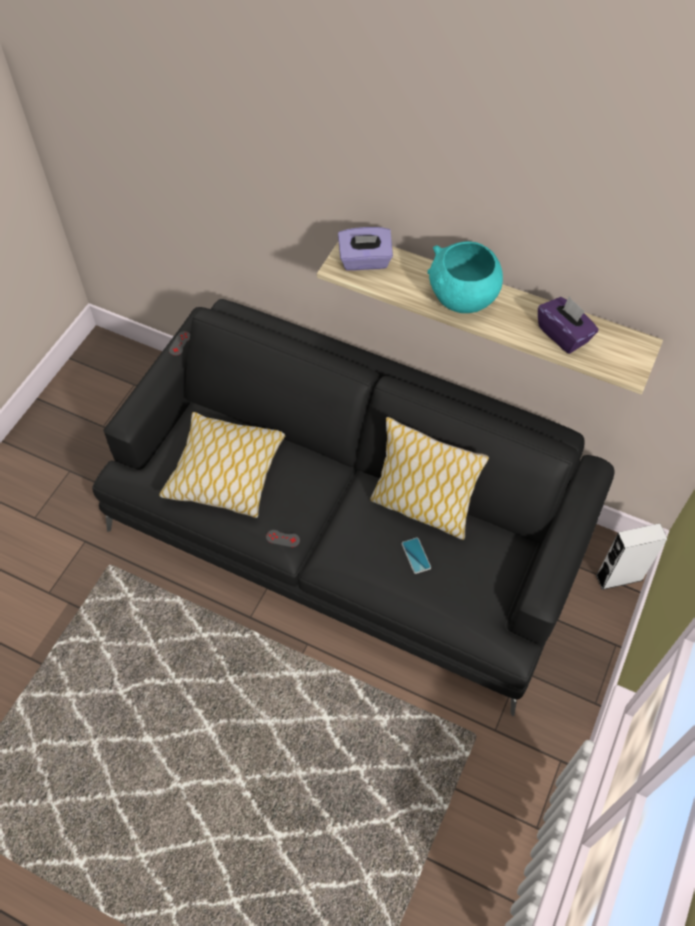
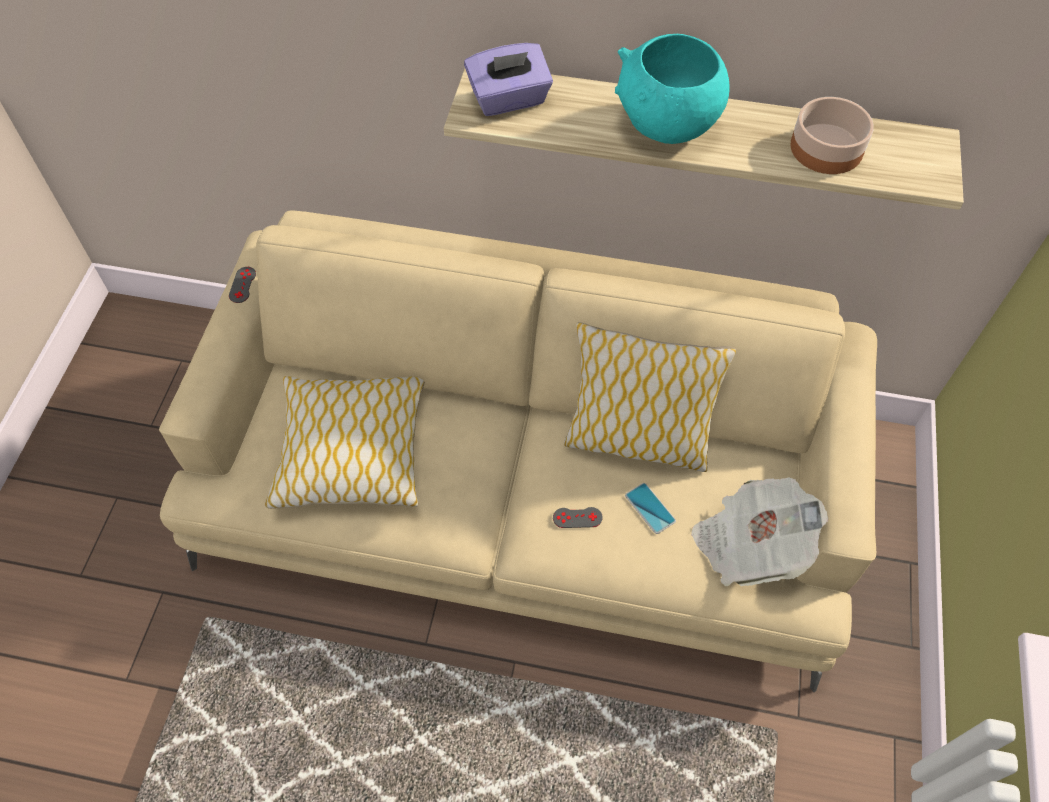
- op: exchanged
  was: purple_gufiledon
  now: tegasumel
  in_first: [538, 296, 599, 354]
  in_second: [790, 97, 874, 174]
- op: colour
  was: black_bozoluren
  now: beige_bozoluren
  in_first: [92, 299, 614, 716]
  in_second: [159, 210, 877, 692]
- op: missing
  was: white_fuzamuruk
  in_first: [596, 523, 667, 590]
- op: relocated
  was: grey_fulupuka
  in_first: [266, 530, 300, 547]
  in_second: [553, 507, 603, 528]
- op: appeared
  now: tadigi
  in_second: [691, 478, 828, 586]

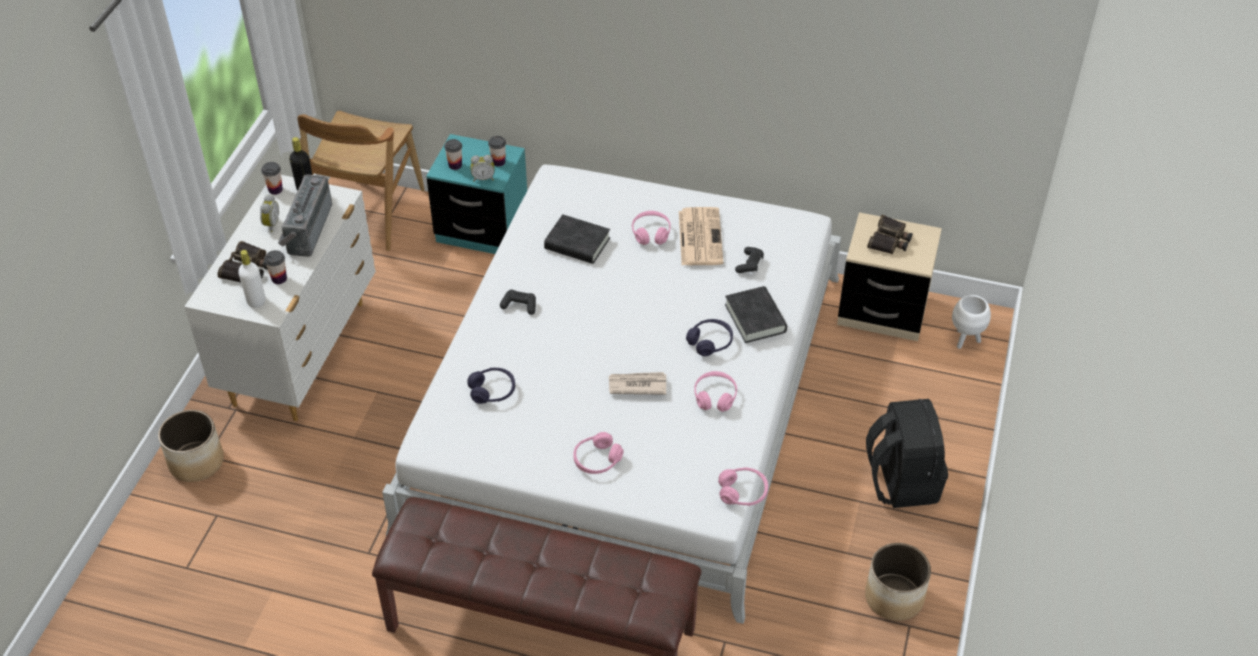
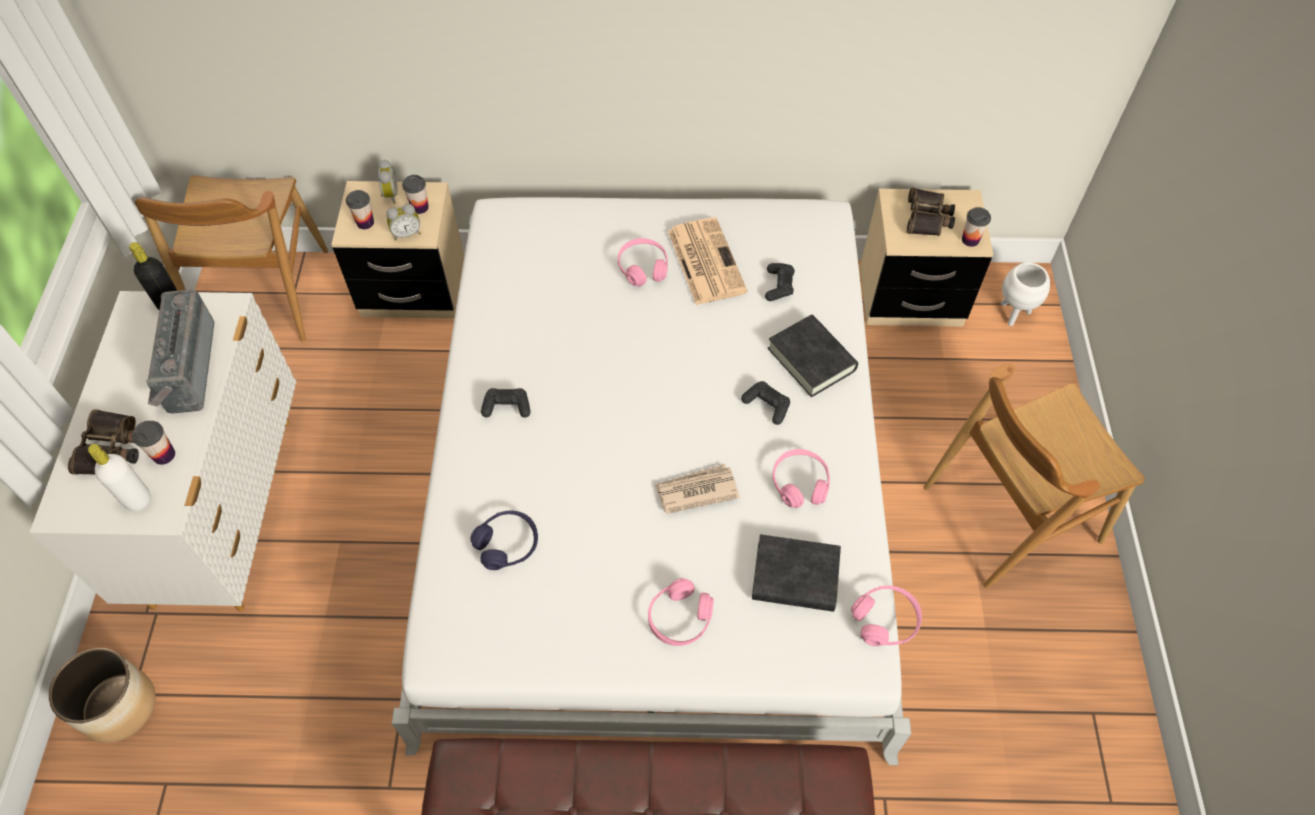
- op: colour
  was: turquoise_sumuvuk
  now: beige_sumuvuk
  in_first: [426, 134, 527, 254]
  in_second: [331, 181, 464, 319]
- op: relocated
  was: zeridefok
  in_first: [261, 162, 283, 195]
  in_second: [962, 207, 991, 247]
- op: relocated
  was: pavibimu
  in_first: [260, 194, 279, 232]
  in_second: [378, 159, 398, 204]
- op: relocated
  was: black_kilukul
  in_first: [544, 214, 610, 264]
  in_second: [752, 534, 841, 612]
- op: exchanged
  was: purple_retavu
  now: black_fulupuka
  in_first: [686, 319, 733, 356]
  in_second: [741, 381, 790, 425]
- op: exchanged
  was: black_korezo
  now: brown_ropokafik
  in_first: [866, 399, 948, 508]
  in_second: [924, 363, 1145, 588]
- op: missing
  was: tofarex
  in_first: [865, 543, 931, 621]

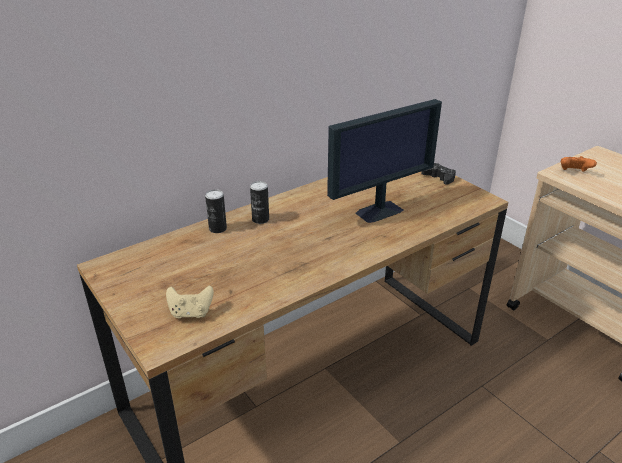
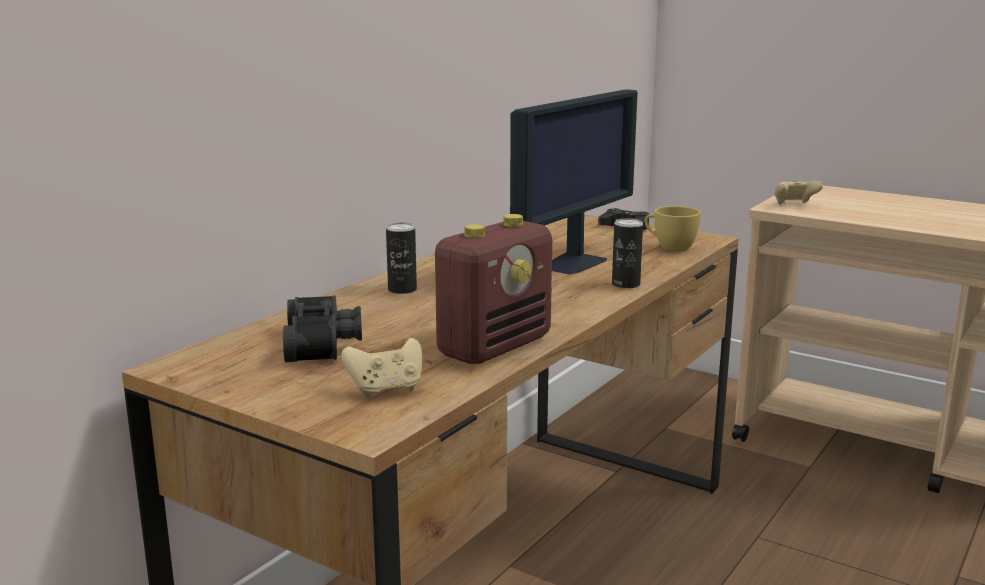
- op: colour
  was: orange_fulupuka
  now: beige_fulupuka
  in_first: [561, 156, 597, 172]
  in_second: [775, 181, 823, 204]
- op: relocated
  was: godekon
  in_first: [205, 190, 227, 233]
  in_second: [612, 218, 643, 289]
- op: appeared
  now: yellow_zeridefok
  in_second: [645, 206, 701, 252]
- op: appeared
  now: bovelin
  in_second: [435, 214, 552, 364]
- op: appeared
  now: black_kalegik
  in_second: [283, 295, 362, 362]

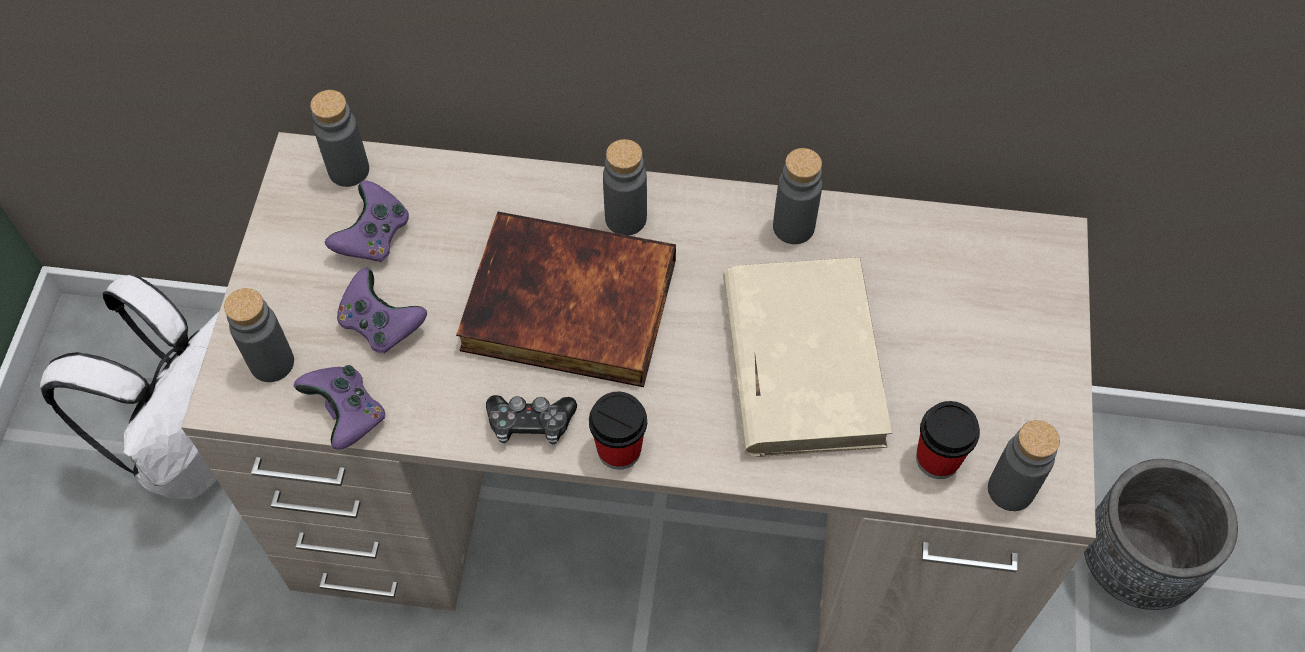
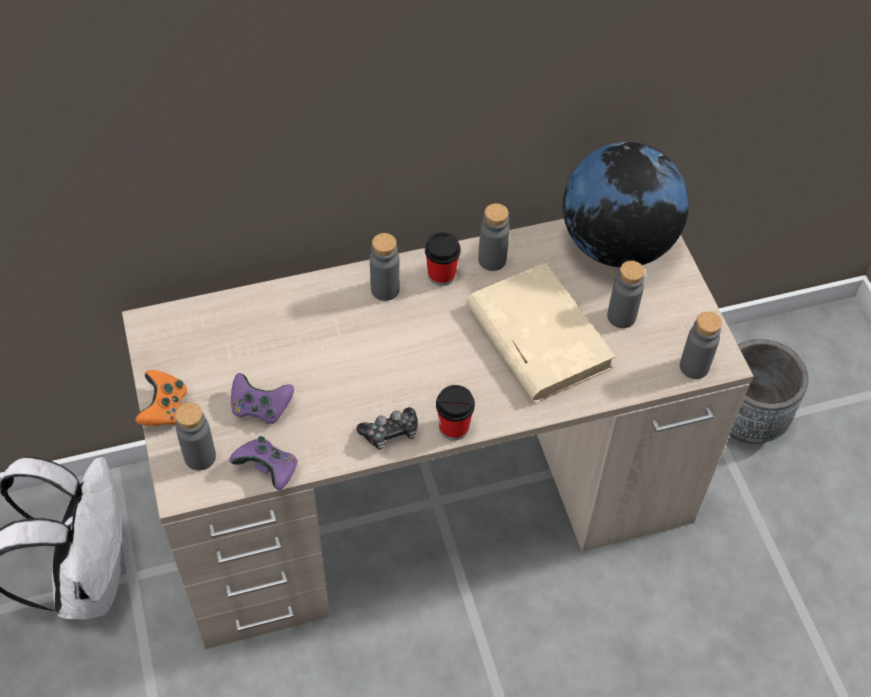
- op: relocated
  was: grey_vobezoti
  in_first: [310, 90, 369, 187]
  in_second: [607, 261, 645, 328]
- op: missing
  was: purple_fulupuka
  in_first: [325, 180, 409, 262]
- op: missing
  was: kilukul
  in_first: [456, 211, 676, 387]
- op: relocated
  was: zeridefok
  in_first: [916, 401, 980, 479]
  in_second: [425, 232, 460, 286]
- op: appeared
  now: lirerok
  in_second: [563, 142, 689, 267]
- op: appeared
  now: orange_fulupuka
  in_second: [135, 370, 187, 426]

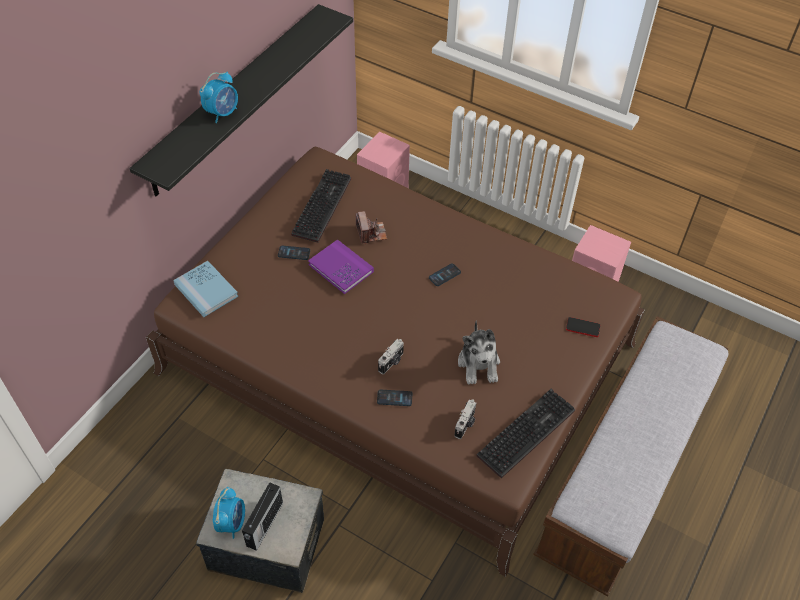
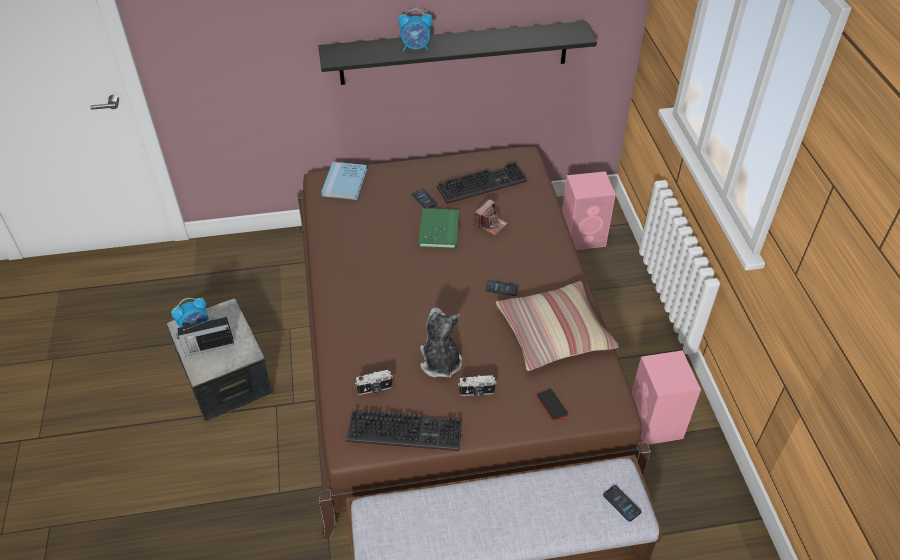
- op: colour
  was: purple_kilukul
  now: green_kilukul
  in_first: [308, 239, 374, 294]
  in_second: [418, 208, 459, 249]
- op: spun
  was: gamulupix
  in_first: [458, 320, 500, 384]
  in_second: [420, 308, 462, 378]
  clockwise: 120
- op: relocated
  was: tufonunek
  in_first: [378, 339, 404, 374]
  in_second: [458, 375, 496, 396]
- op: relocated
  was: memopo
  in_first: [377, 389, 412, 406]
  in_second: [603, 485, 642, 522]
- op: appeared
  now: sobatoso
  in_second: [496, 281, 619, 371]

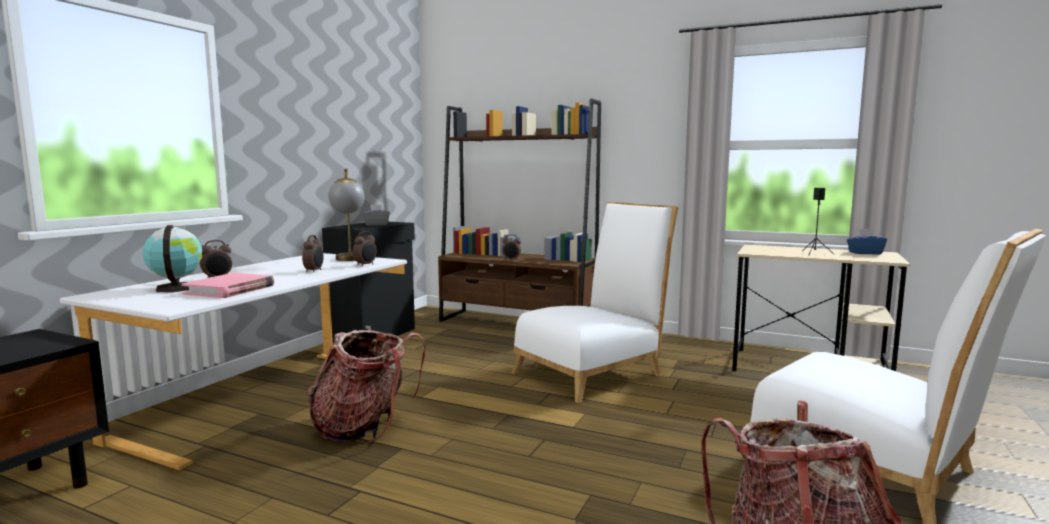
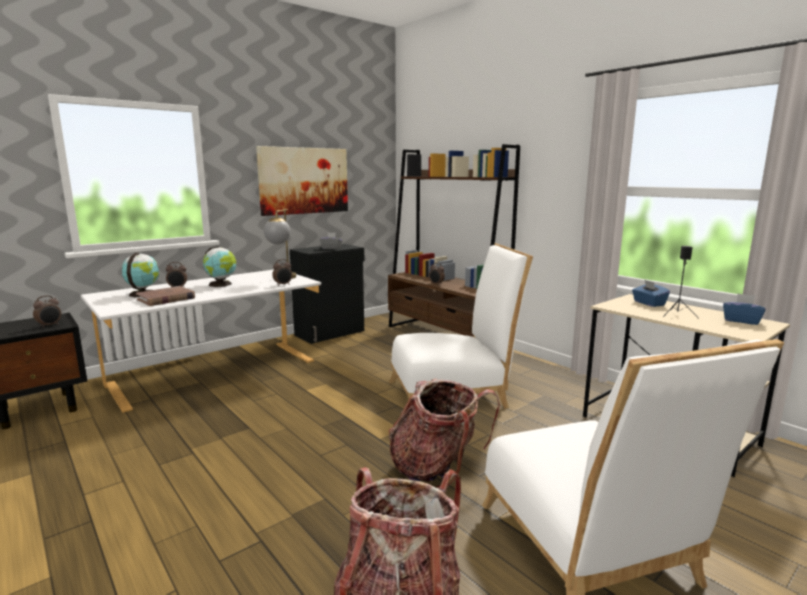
- op: relocated
  was: pavibimu
  in_first: [302, 235, 324, 273]
  in_second: [33, 295, 61, 328]
- op: colour
  was: pink_kilukul
  now: brown_kilukul
  in_first: [181, 273, 274, 298]
  in_second: [136, 286, 195, 306]
- op: relocated
  was: korezo
  in_first: [307, 330, 426, 442]
  in_second: [389, 378, 500, 488]
- op: appeared
  now: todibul
  in_second: [256, 146, 348, 216]
- op: appeared
  now: lirerok
  in_second: [203, 246, 236, 287]
- op: appeared
  now: blue_gufiledon
  in_second: [632, 279, 670, 307]

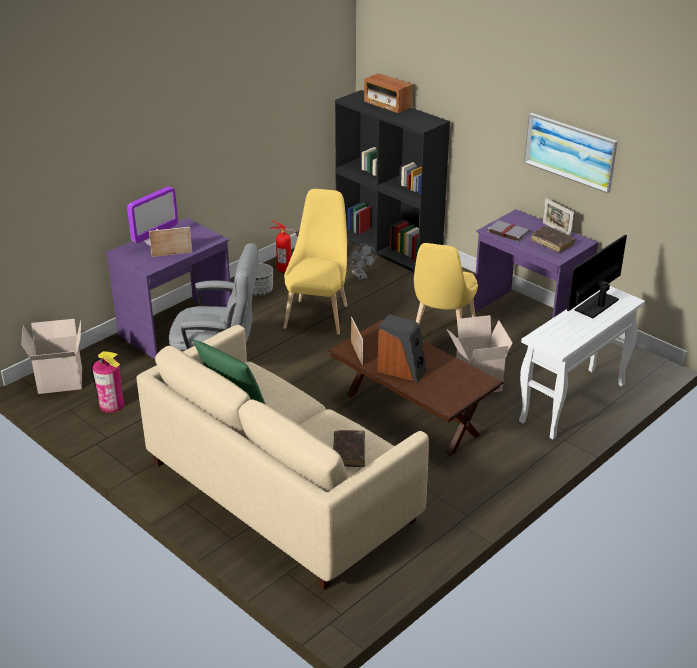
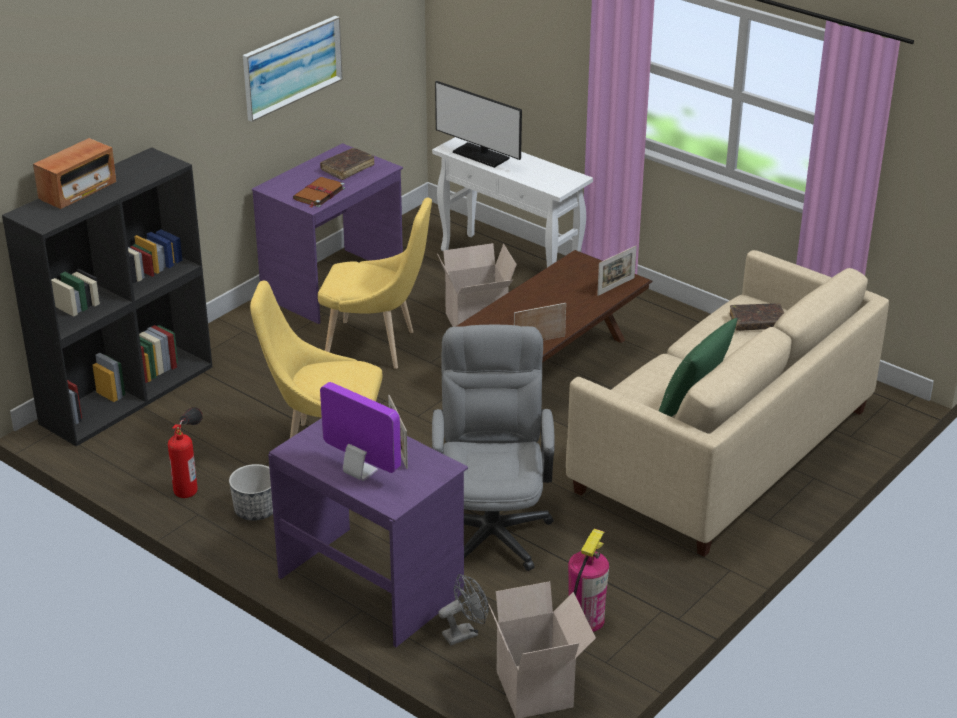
- op: relocated
  was: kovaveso
  in_first: [543, 198, 574, 237]
  in_second: [597, 246, 637, 296]
- op: colour
  was: grey_kilukul
  now: brown_kilukul
  in_first: [487, 220, 530, 242]
  in_second: [293, 177, 345, 208]
- op: relocated
  was: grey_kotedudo
  in_first: [349, 244, 376, 280]
  in_second: [438, 574, 489, 645]
- op: missing
  was: fuzamuruk
  in_first: [377, 314, 427, 383]

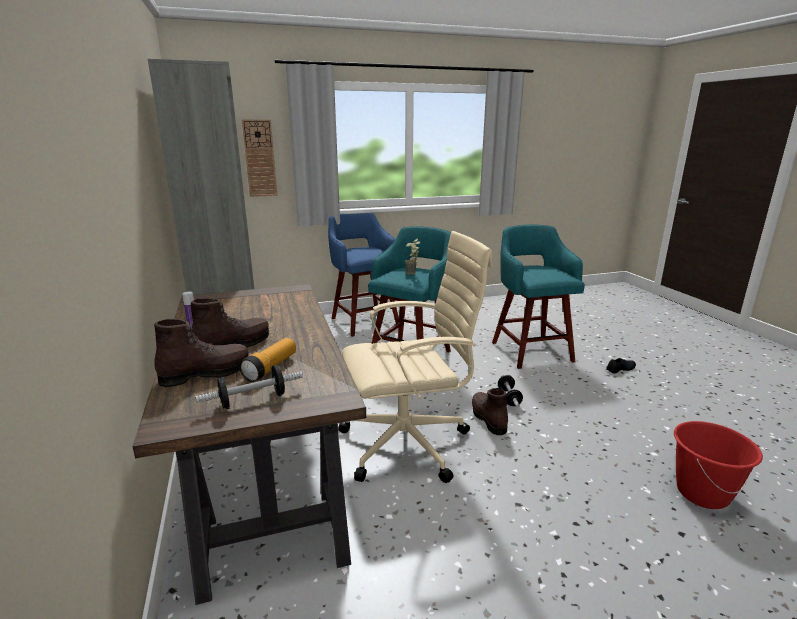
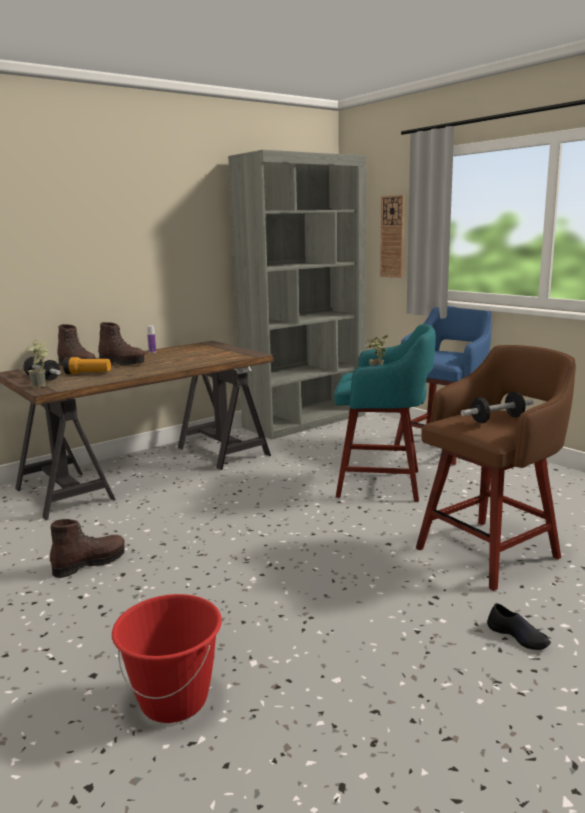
- op: colour
  was: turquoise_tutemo
  now: brown_tutemo
  in_first: [492, 225, 585, 369]
  in_second: [416, 345, 576, 591]
- op: missing
  was: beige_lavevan
  in_first: [338, 231, 492, 483]
- op: relocated
  was: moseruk
  in_first: [498, 375, 523, 408]
  in_second: [461, 392, 534, 423]
- op: relocated
  was: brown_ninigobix
  in_first: [472, 388, 508, 435]
  in_second: [50, 519, 125, 578]
- op: appeared
  now: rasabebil
  in_second: [27, 340, 49, 388]

